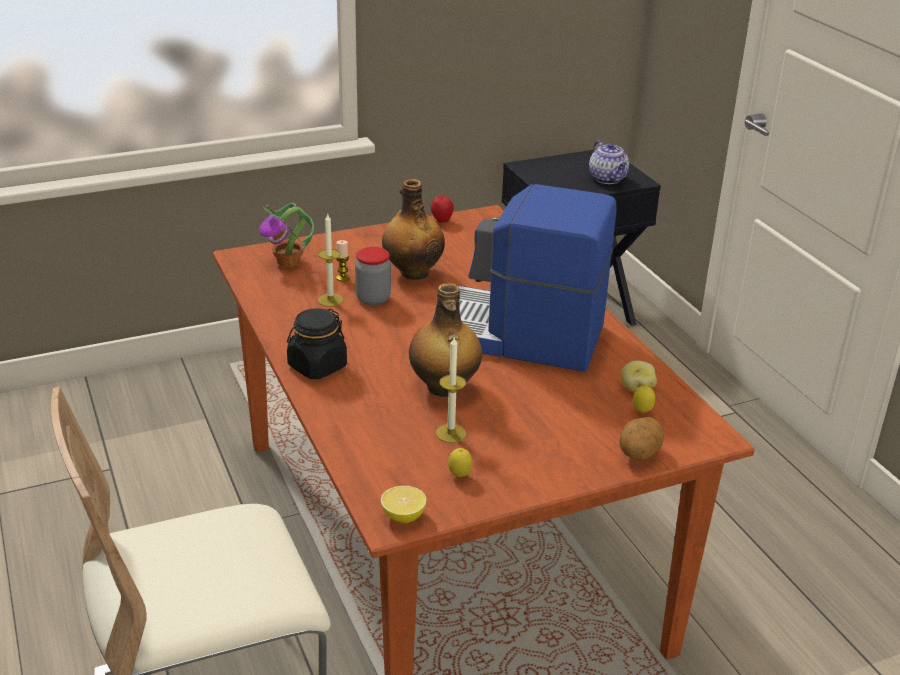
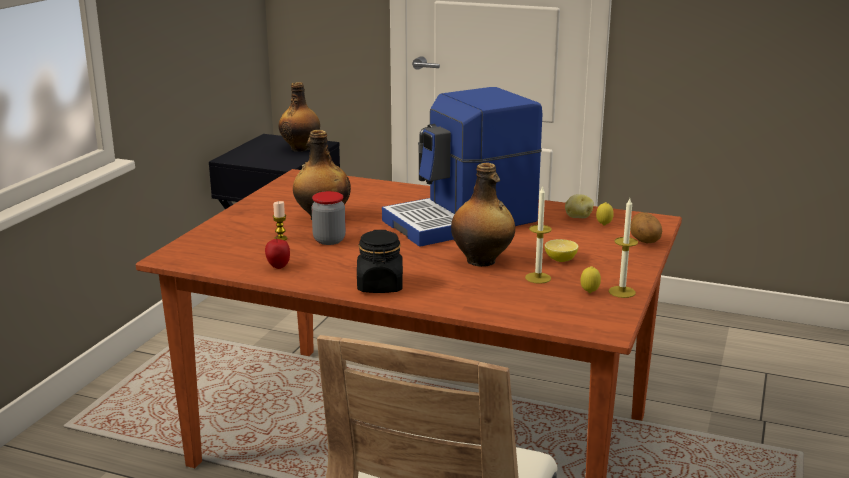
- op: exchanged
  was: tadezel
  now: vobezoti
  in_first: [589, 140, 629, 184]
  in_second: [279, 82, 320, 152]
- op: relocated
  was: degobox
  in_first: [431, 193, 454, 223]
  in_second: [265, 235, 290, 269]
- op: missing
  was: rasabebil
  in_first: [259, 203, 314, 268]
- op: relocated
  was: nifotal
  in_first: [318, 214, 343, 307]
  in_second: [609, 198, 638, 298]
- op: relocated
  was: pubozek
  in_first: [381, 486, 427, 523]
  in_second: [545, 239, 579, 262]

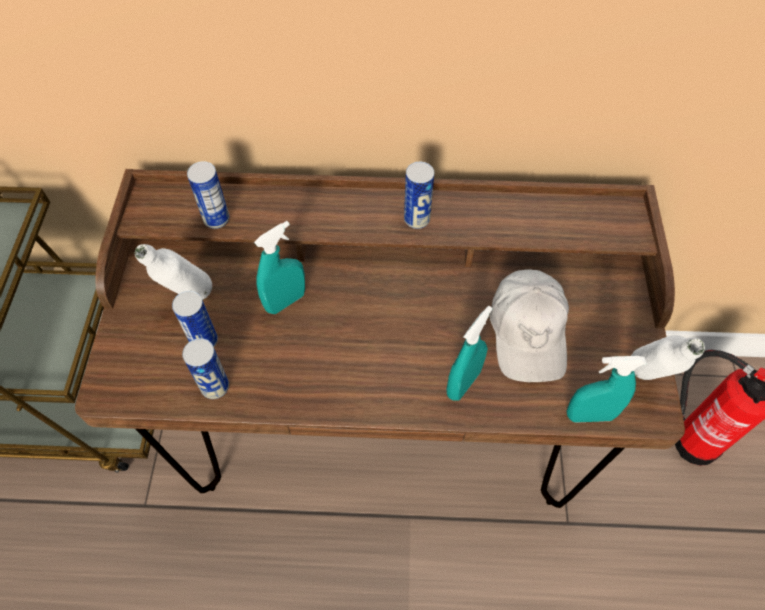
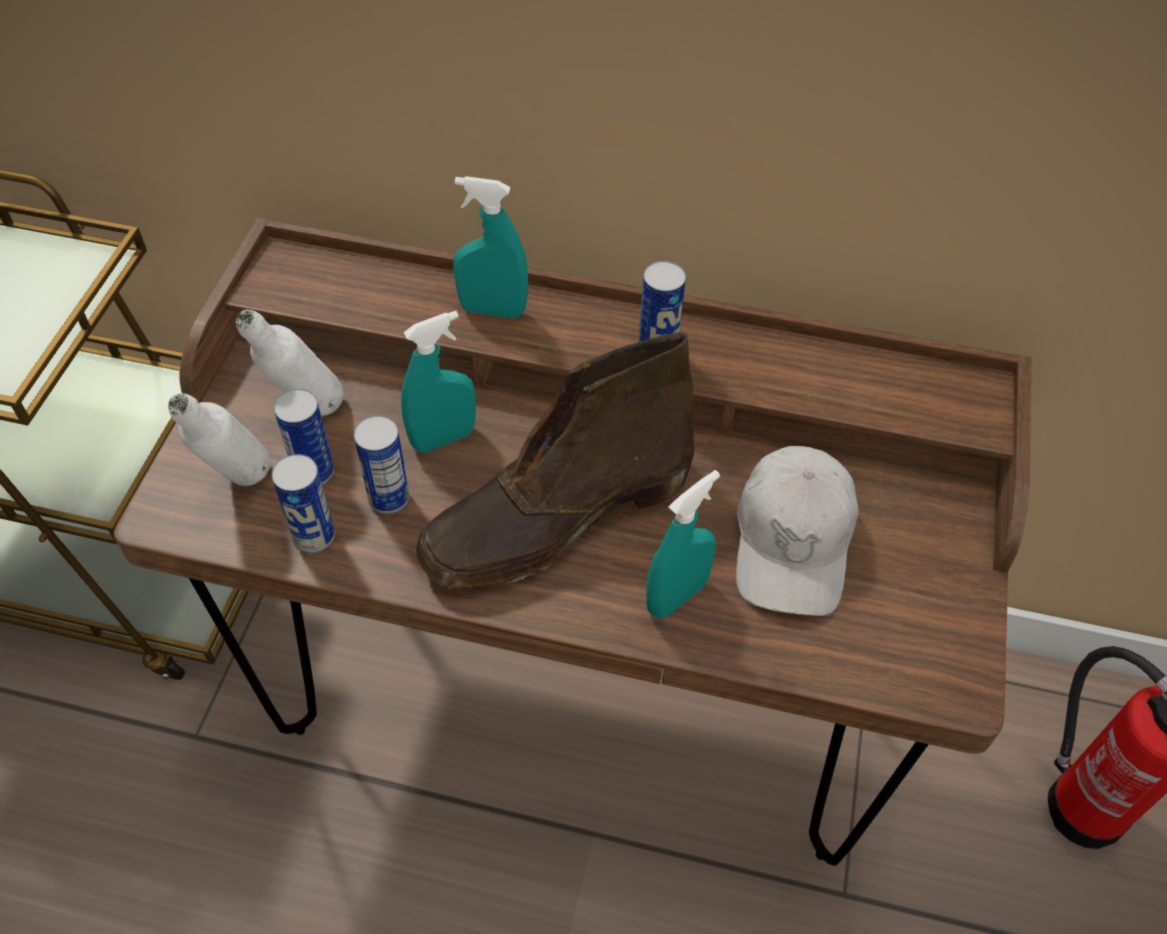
- op: relocated
  was: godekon
  in_first: [187, 161, 229, 229]
  in_second: [354, 416, 410, 514]
- op: relocated
  was: white_vobezoti
  in_first: [631, 335, 705, 380]
  in_second: [168, 393, 270, 486]
- op: relocated
  was: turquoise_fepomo
  in_first: [567, 356, 646, 423]
  in_second: [453, 176, 528, 318]
- op: appeared
  now: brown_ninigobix
  in_second: [416, 333, 694, 590]

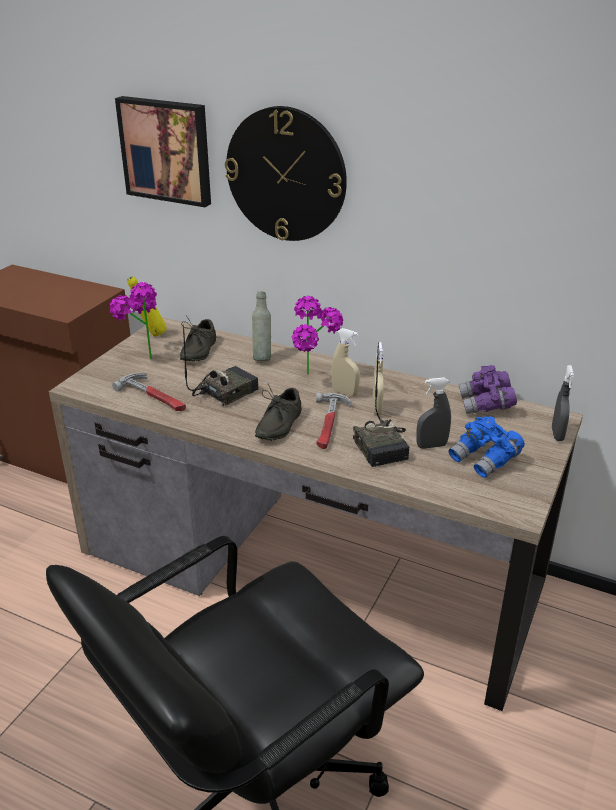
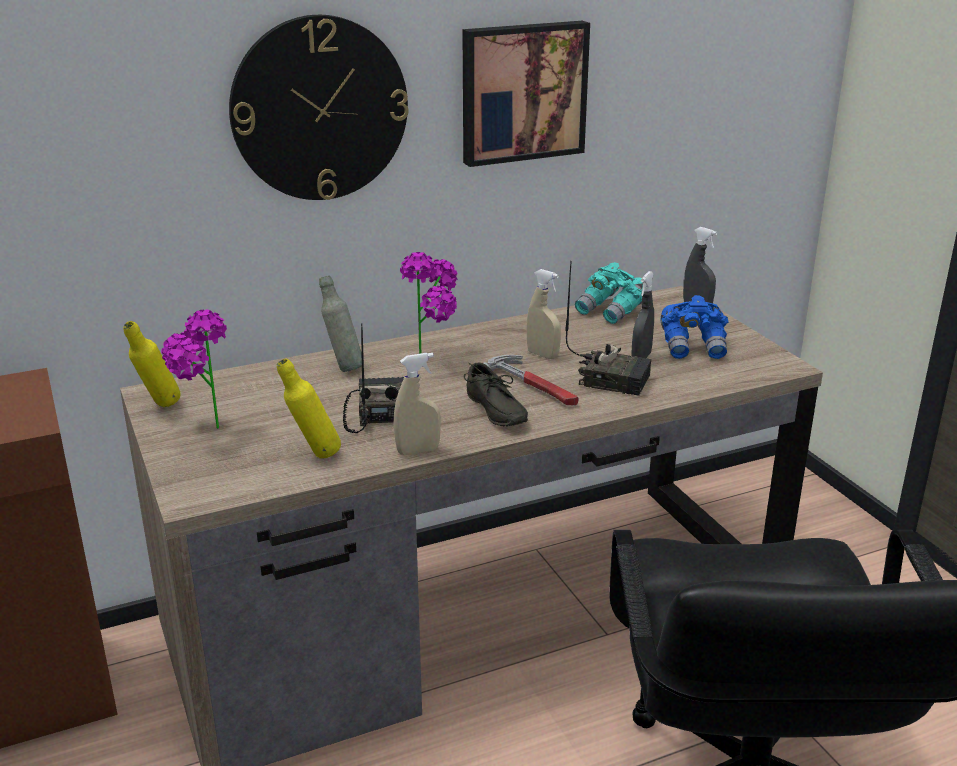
- op: relocated
  was: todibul
  in_first: [115, 96, 211, 207]
  in_second: [463, 21, 590, 167]
- op: missing
  was: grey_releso
  in_first: [180, 316, 216, 362]
- op: relocated
  was: beige_fepomo
  in_first: [331, 328, 360, 396]
  in_second: [393, 353, 441, 455]
- op: colour
  was: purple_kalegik
  now: turquoise_kalegik
  in_first: [459, 365, 517, 414]
  in_second: [575, 262, 643, 324]
- op: exchanged
  was: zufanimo
  now: yellow_vobezoti
  in_first: [112, 373, 186, 411]
  in_second: [277, 359, 341, 459]

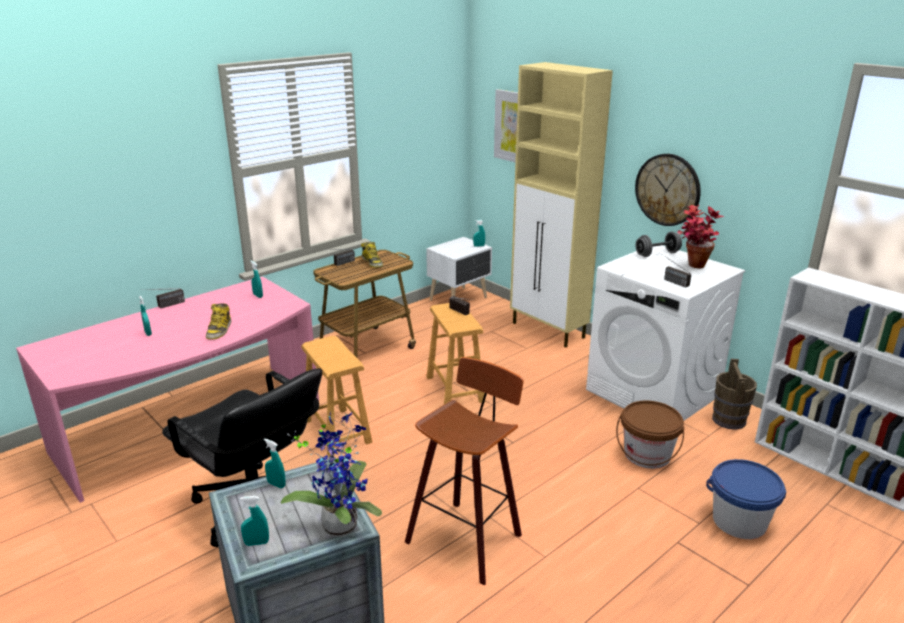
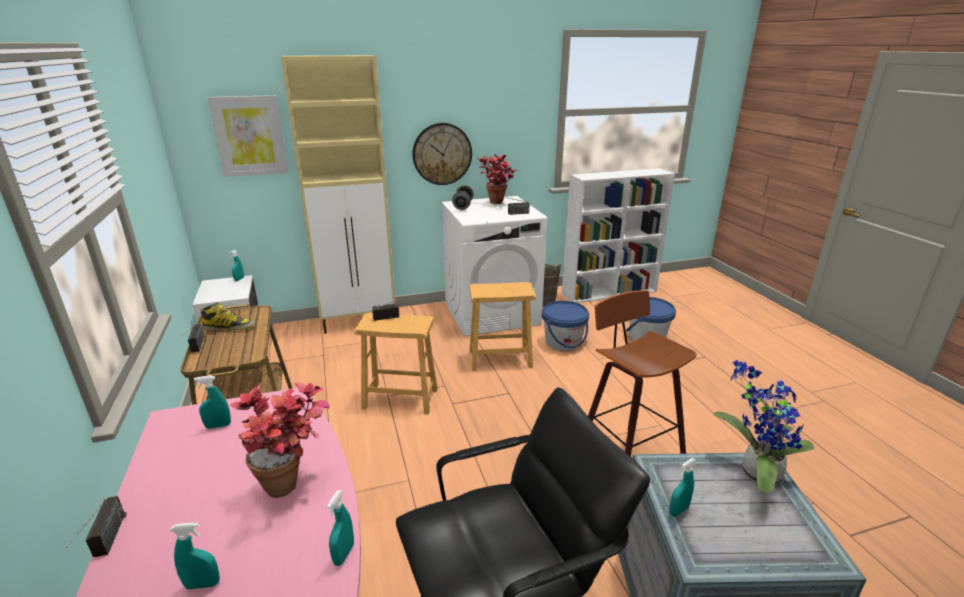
- op: exchanged
  was: ninigobix
  now: rasabebil
  in_first: [206, 303, 231, 340]
  in_second: [230, 382, 329, 498]
- op: relocated
  was: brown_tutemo
  in_first: [301, 336, 372, 457]
  in_second: [469, 282, 536, 371]
- op: colour
  was: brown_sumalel
  now: blue_sumalel
  in_first: [616, 401, 685, 469]
  in_second: [542, 301, 589, 351]
- op: relocated
  was: turquoise_fepomo
  in_first: [240, 496, 269, 546]
  in_second: [326, 490, 354, 566]

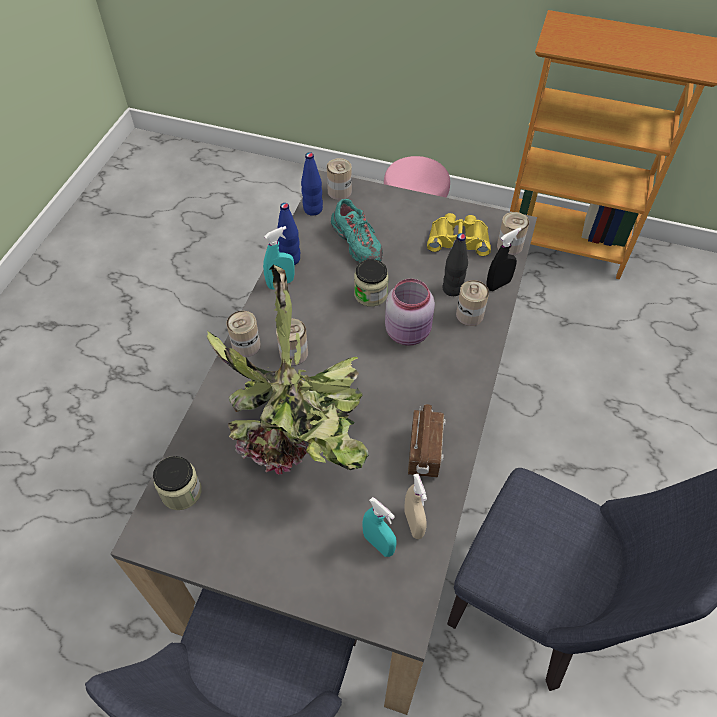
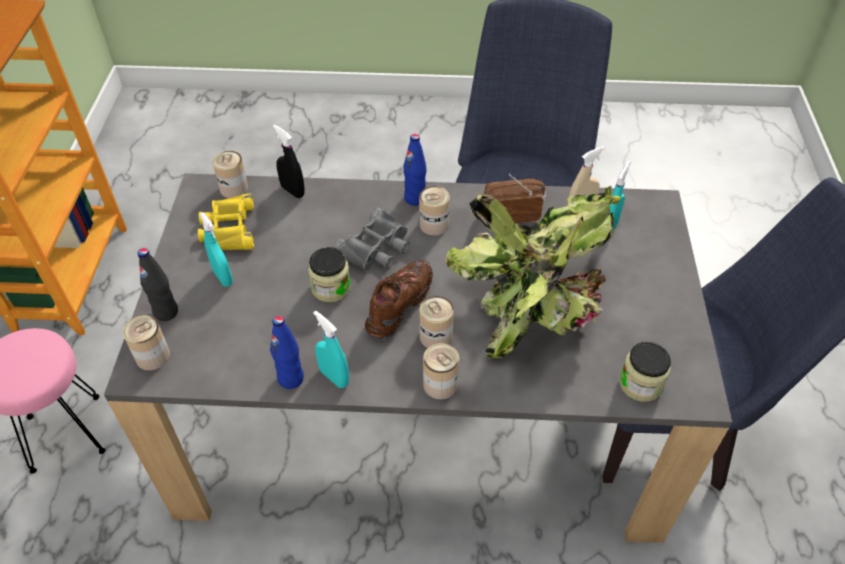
- op: relocated
  was: blue_vobezoti
  in_first: [301, 152, 323, 216]
  in_second: [403, 134, 427, 206]
- op: missing
  was: turquoise_releso
  in_first: [331, 199, 383, 263]
- op: relocated
  was: black_vobezoti
  in_first: [442, 233, 468, 296]
  in_second: [138, 248, 178, 321]
- op: exchanged
  was: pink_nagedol
  now: grey_kalegik
  in_first: [385, 279, 435, 346]
  in_second: [333, 208, 410, 270]
- op: relocated
  was: godekon
  in_first: [456, 280, 489, 326]
  in_second: [419, 186, 450, 236]
- op: appeared
  now: turquoise_fepomo
  in_second: [200, 212, 233, 287]
- op: appeared
  now: brown_releso
  in_second: [365, 260, 433, 340]

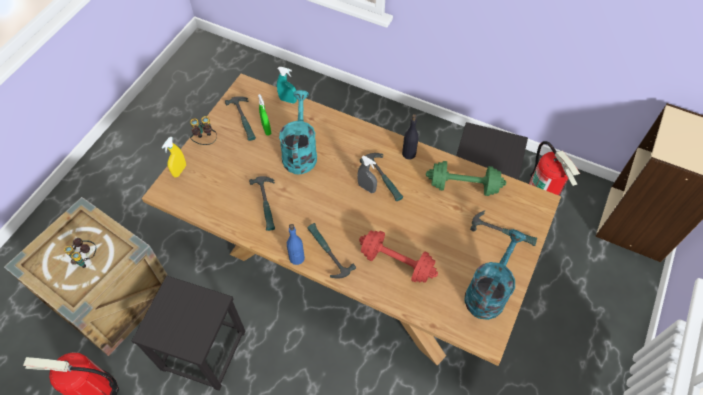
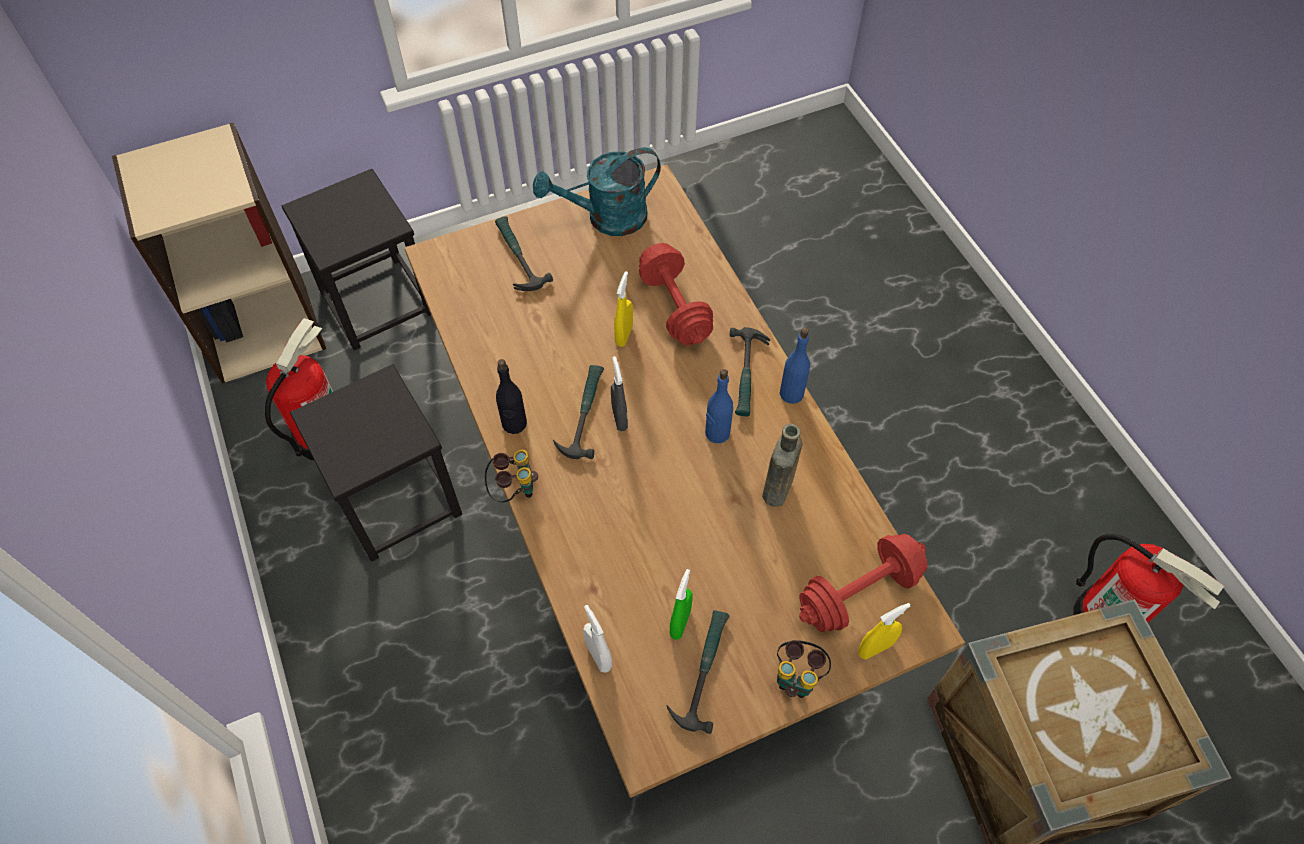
- op: colour
  was: turquoise_fepomo
  now: white_fepomo
  in_first: [277, 67, 297, 104]
  in_second: [583, 605, 612, 673]
- op: missing
  was: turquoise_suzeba
  in_first: [279, 90, 317, 174]
- op: missing
  was: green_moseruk
  in_first: [426, 161, 506, 196]
- op: exchanged
  was: zufanimo
  now: brown_vobezoti
  in_first: [249, 176, 275, 231]
  in_second: [762, 424, 803, 507]
- op: relocated
  was: kalegik
  in_first: [64, 238, 96, 268]
  in_second: [485, 449, 538, 503]
- op: relocated
  was: black_tutemo
  in_first: [132, 276, 246, 391]
  in_second: [282, 169, 431, 351]
- op: appeared
  now: yellow_fepomo
  in_second: [614, 271, 633, 347]
- op: appeared
  now: blue_vobezoti
  in_second: [705, 369, 733, 443]
- op: appeared
  now: red_moseruk
  in_second: [799, 534, 928, 632]

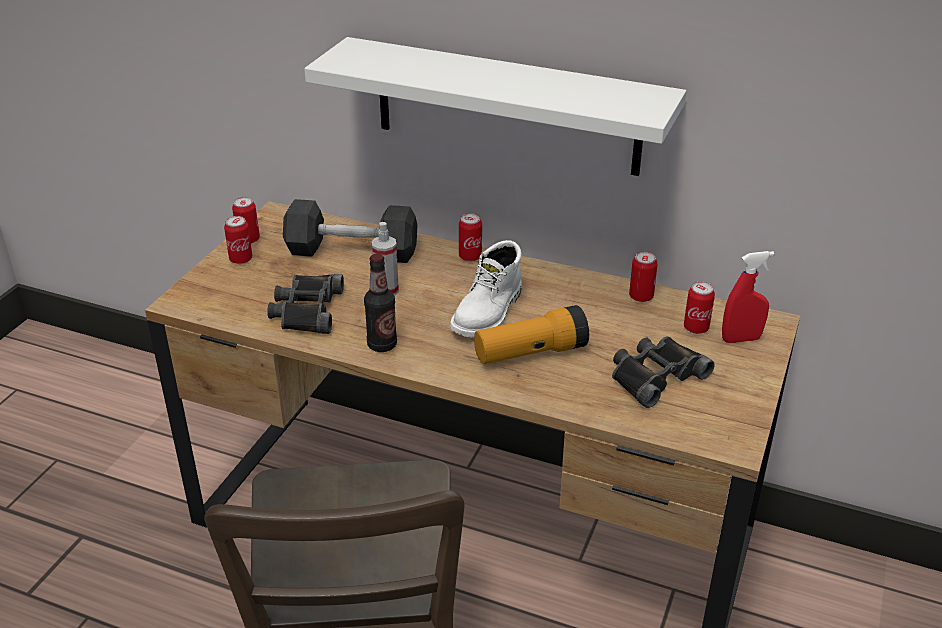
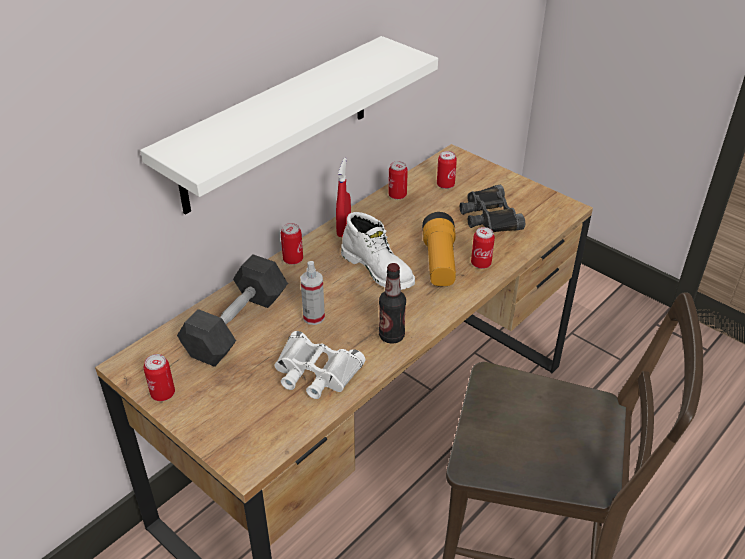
- op: relocated
  was: godekon
  in_first: [224, 216, 252, 264]
  in_second: [471, 227, 495, 269]
- op: relocated
  was: red_fepomo
  in_first: [722, 251, 775, 343]
  in_second: [336, 158, 351, 237]
- op: colour
  was: black_kalegik
  now: white_kalegik
  in_first: [267, 274, 344, 334]
  in_second: [274, 331, 365, 399]

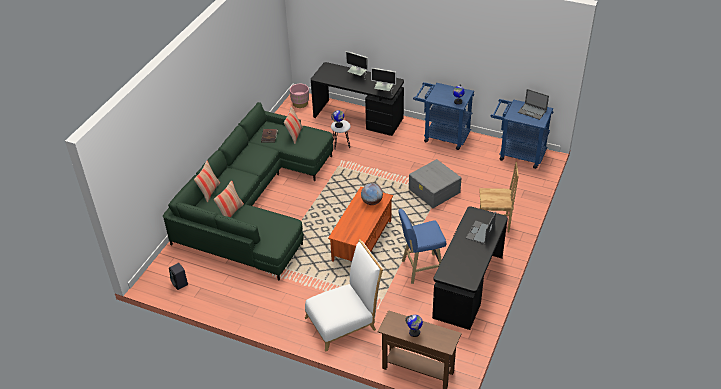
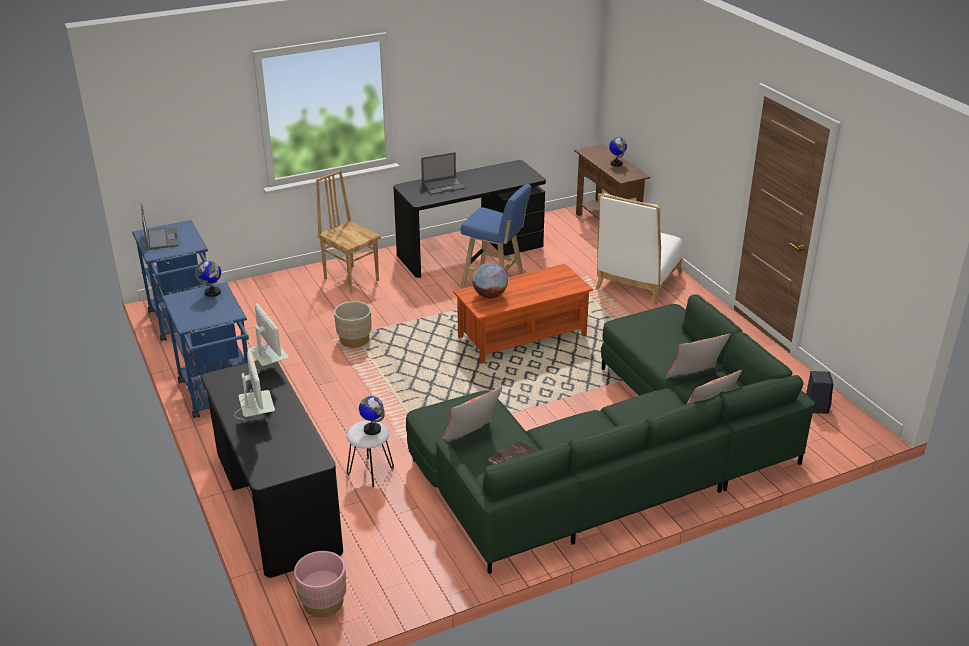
- op: exchanged
  was: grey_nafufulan
  now: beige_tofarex
  in_first: [409, 159, 461, 208]
  in_second: [334, 301, 372, 348]
- op: spun
  was: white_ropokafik
  in_first: [305, 239, 383, 352]
  in_second: [595, 193, 683, 305]
  clockwise: -75

